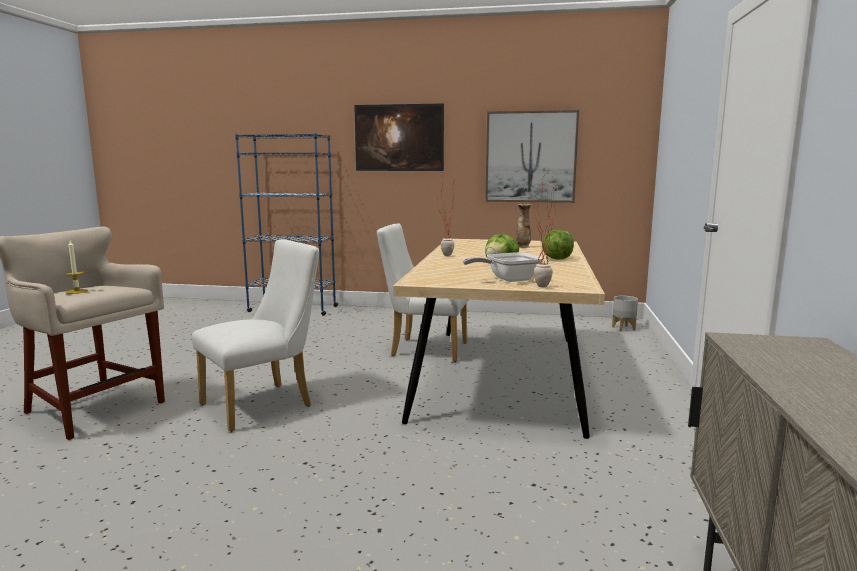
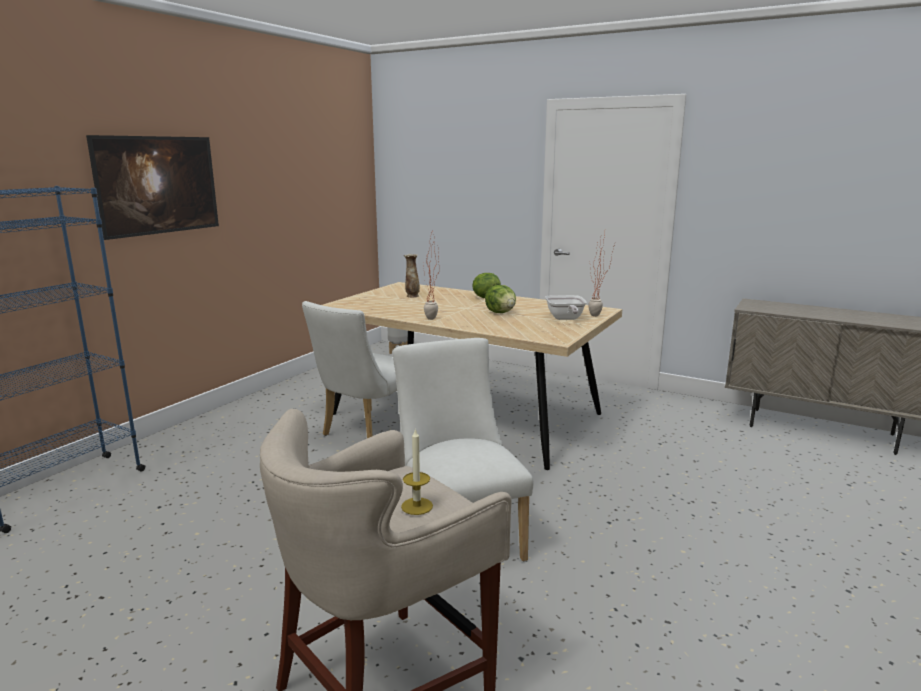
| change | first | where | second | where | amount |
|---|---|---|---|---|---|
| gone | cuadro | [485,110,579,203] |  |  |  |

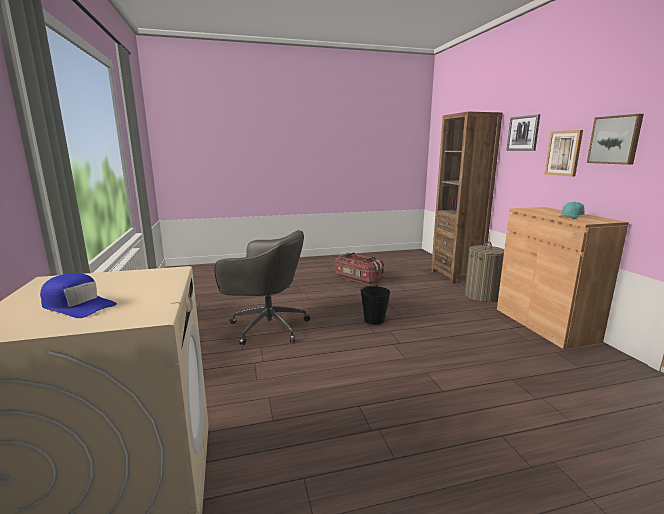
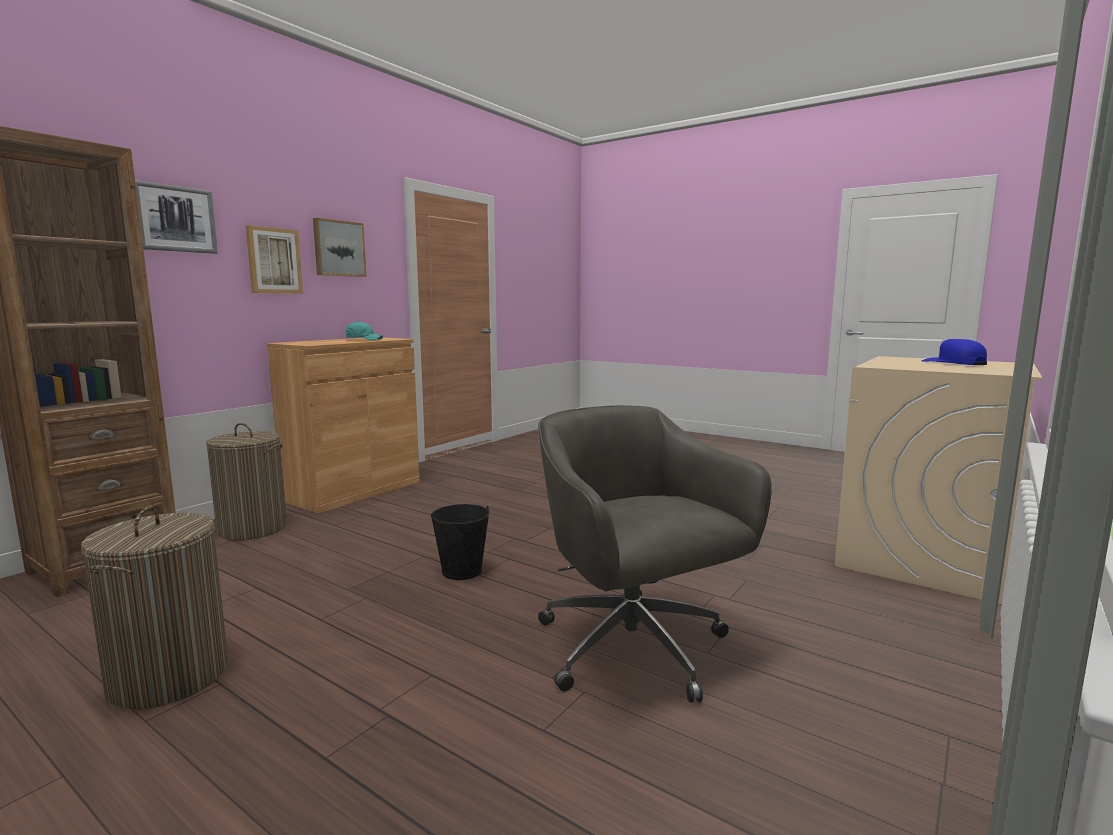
| change | first | where | second | where | amount |
|---|---|---|---|---|---|
| swapped | caja de almacenaje | [336,253,384,284] | cesto de la ropa | [81,506,228,710] |  |

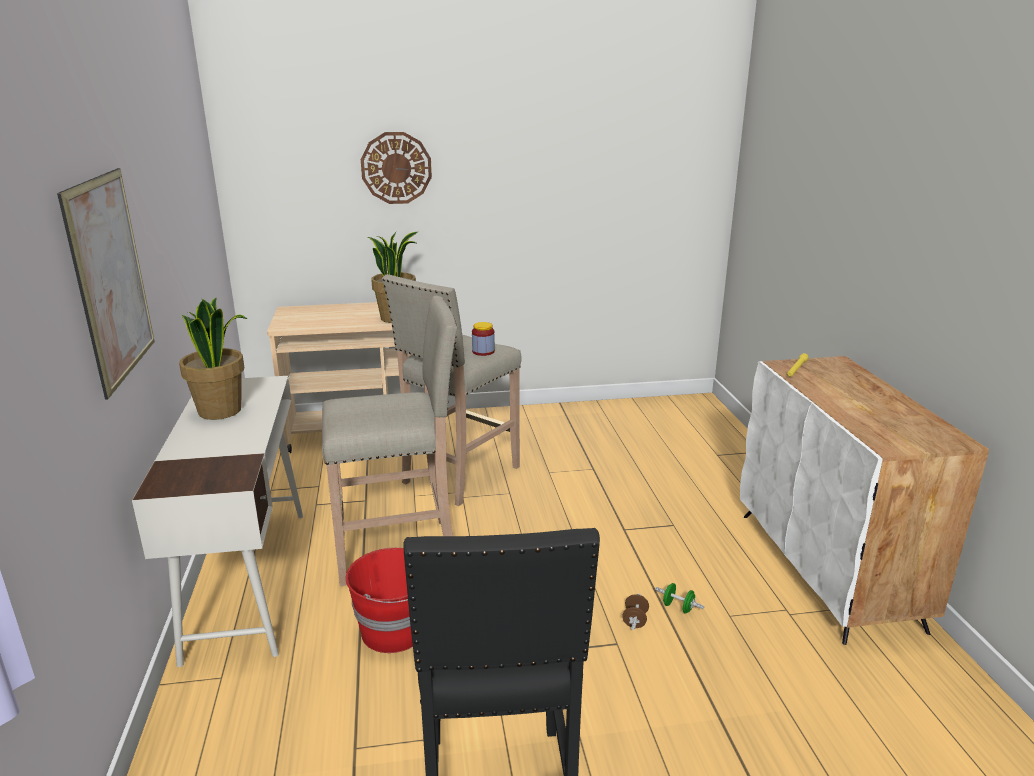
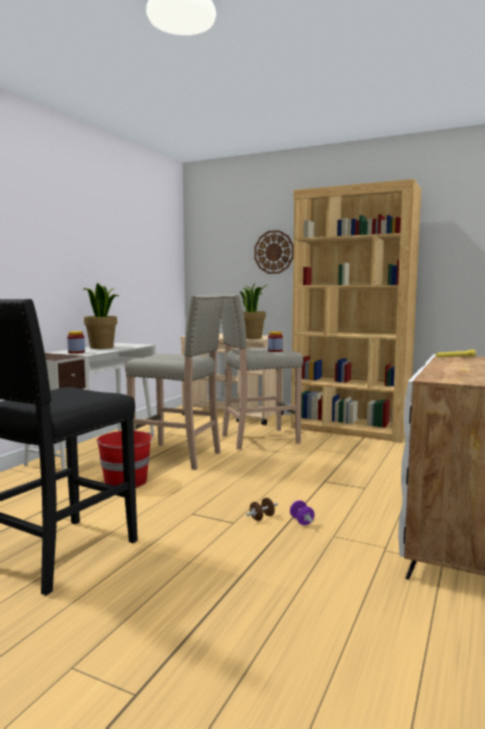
| change | first | where | second | where | amount |
|---|---|---|---|---|---|
| gone | cuadro | [57,168,155,400] |  |  |  |
| repainted | mancuerna [verde] | [655,583,704,614] | mancuerna [morado] | [290,500,315,525] |  |
| new |  |  | estantería [marrón] | [291,179,421,443] |  |
| new |  |  | tarro | [67,331,85,354] |  |

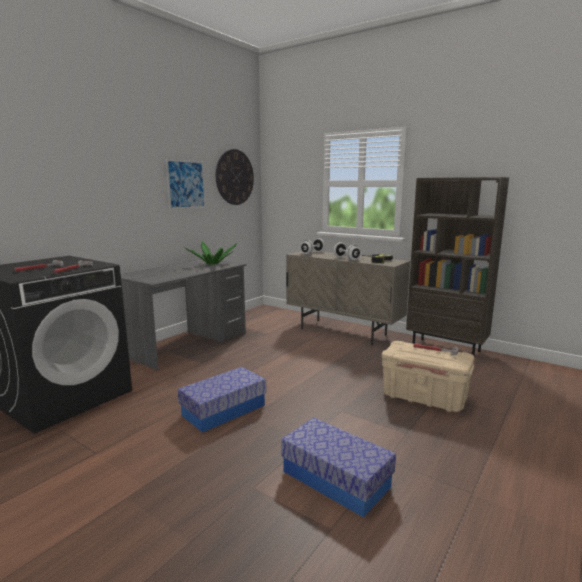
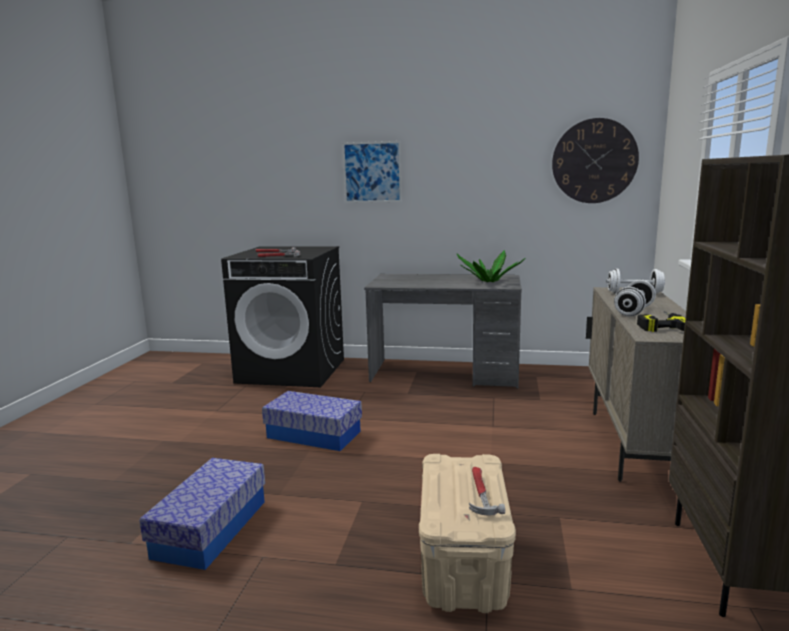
| change | first | where | second | where | amount |
|---|---|---|---|---|---|
| shifted | cuadro | [166,159,206,210] |  | [342,141,402,203] |  |

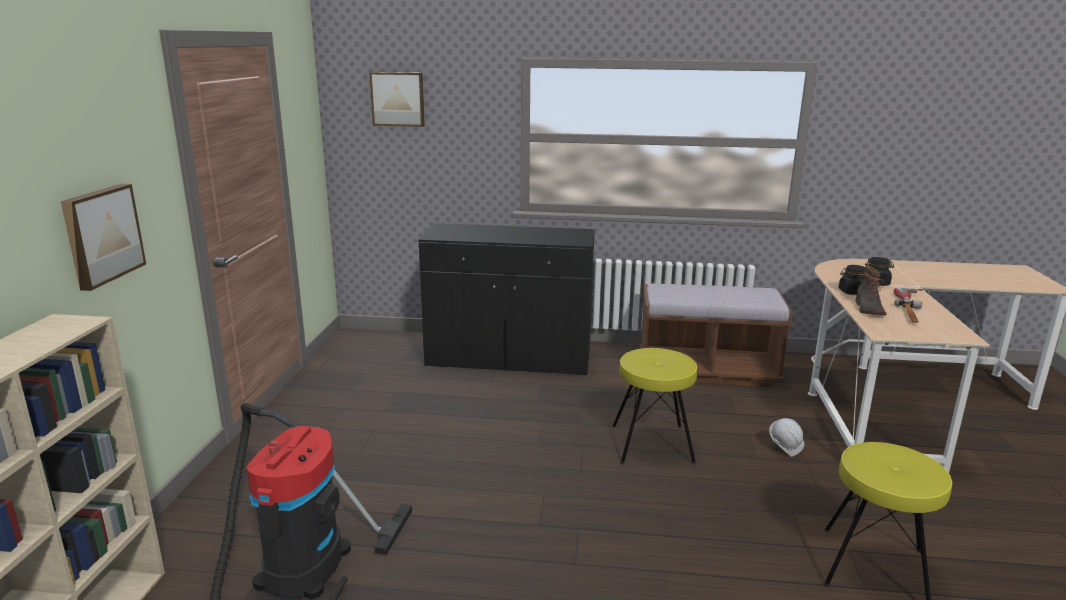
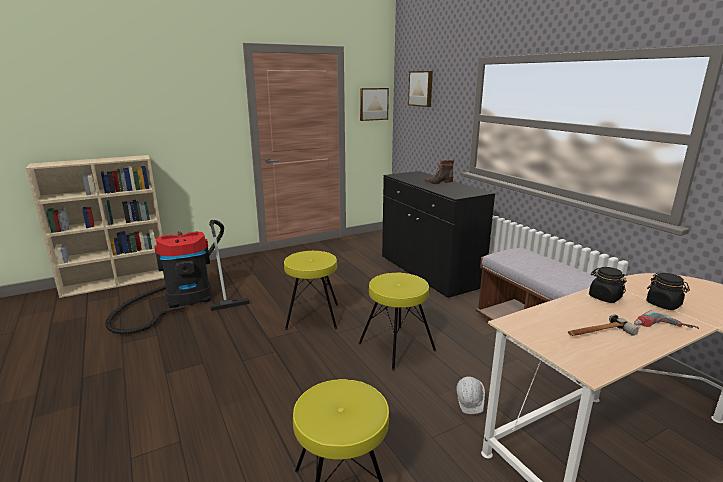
| change | first | where | second | where | amount |
|---|---|---|---|---|---|
| shifted | cuadro | [61,184,146,291] |  | [360,88,389,121] |  |
| shifted | bota | [855,266,887,315] |  | [425,160,454,184] |  |
| new |  |  | taburete [amarillo] | [284,251,338,330] |  |

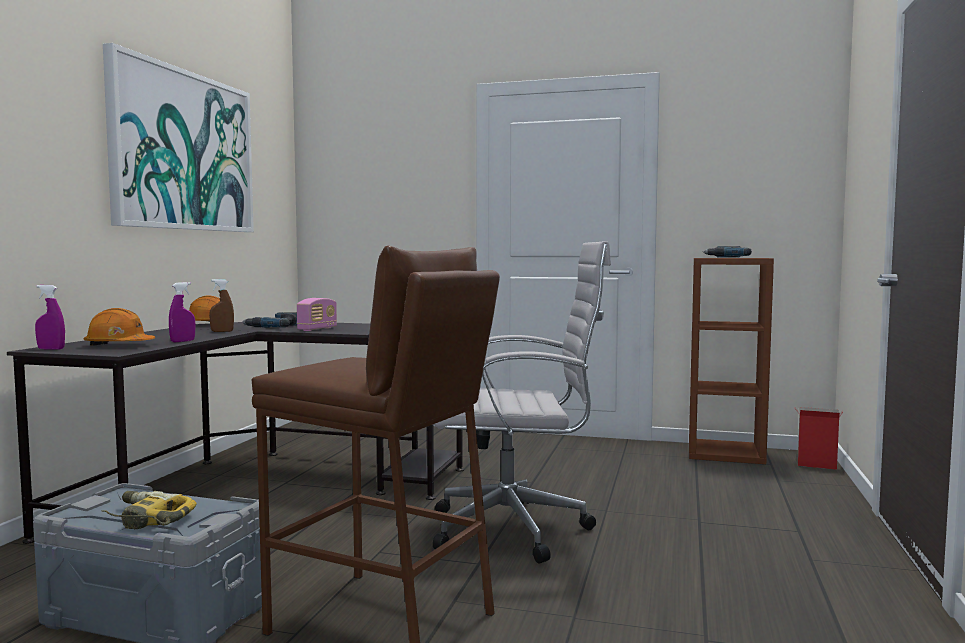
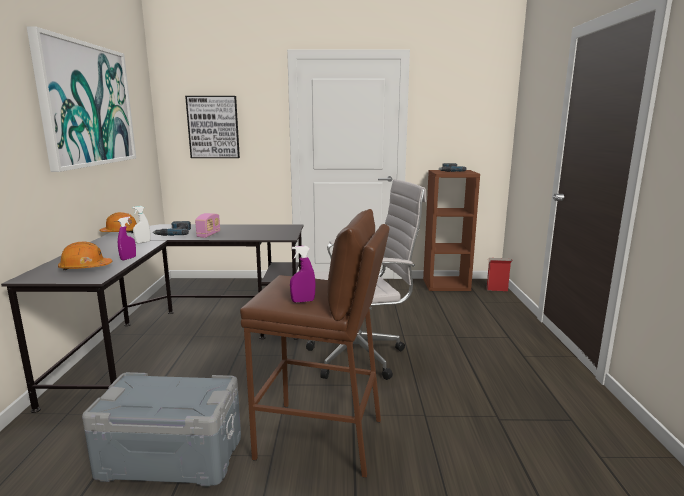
| change | first | where | second | where | amount |
|---|---|---|---|---|---|
| repainted | pulverizador [marrón] | [209,279,234,332] | pulverizador [blanco] | [132,206,151,243] |  |
| shifted | pulverizador [morado] | [35,285,65,350] |  | [290,246,316,303] |  |
| gone | taladro | [101,491,197,529] |  |  |  |
| new |  |  | cuadro | [185,96,240,158] |  |

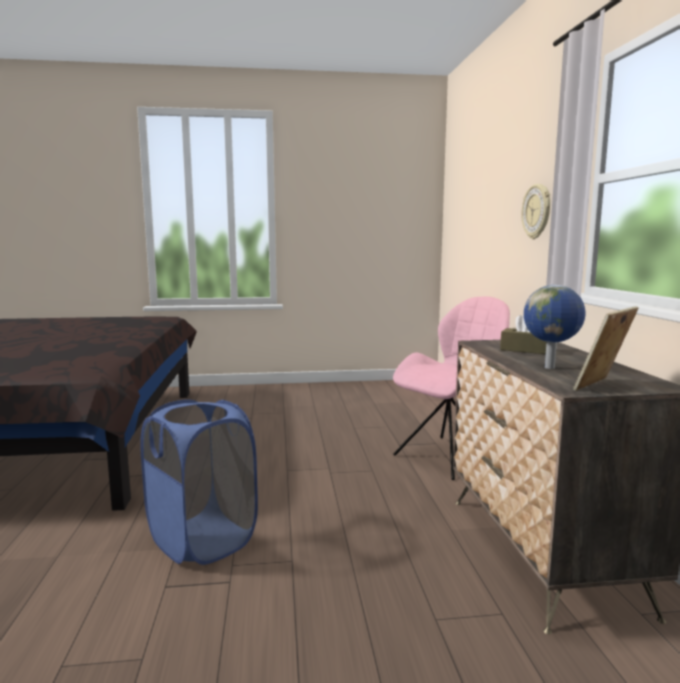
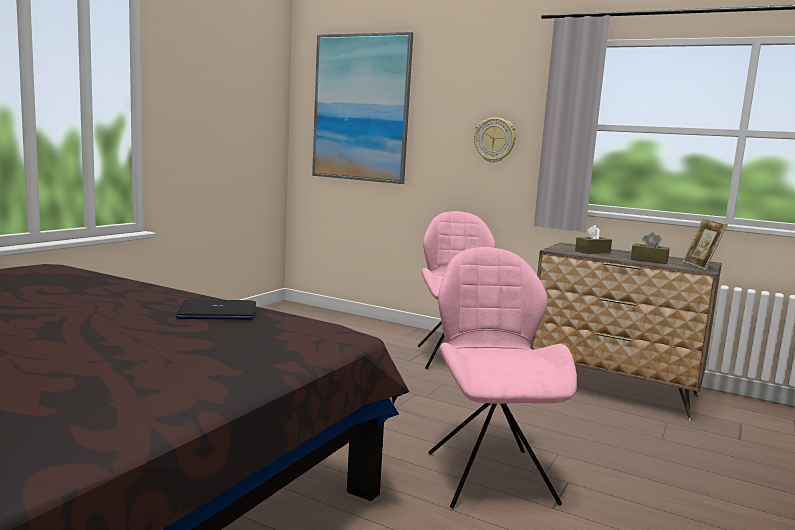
| change | first | where | second | where | amount |
|---|---|---|---|---|---|
| swapped | globo terráqueo | [524,285,585,369] | caja de pañuelos [marrón] | [631,232,669,264] |  |
| swapped | cesto de la ropa [azul] | [140,399,258,565] | silla [rosa] | [428,247,577,508] |  |
| new |  |  | cuadro | [312,32,413,184] |  |
| new |  |  | portátil | [176,299,256,320] |  |

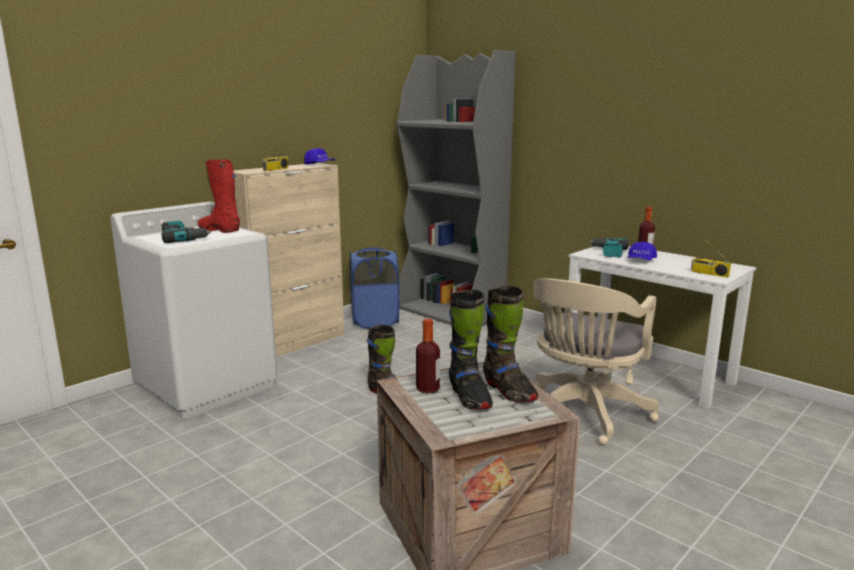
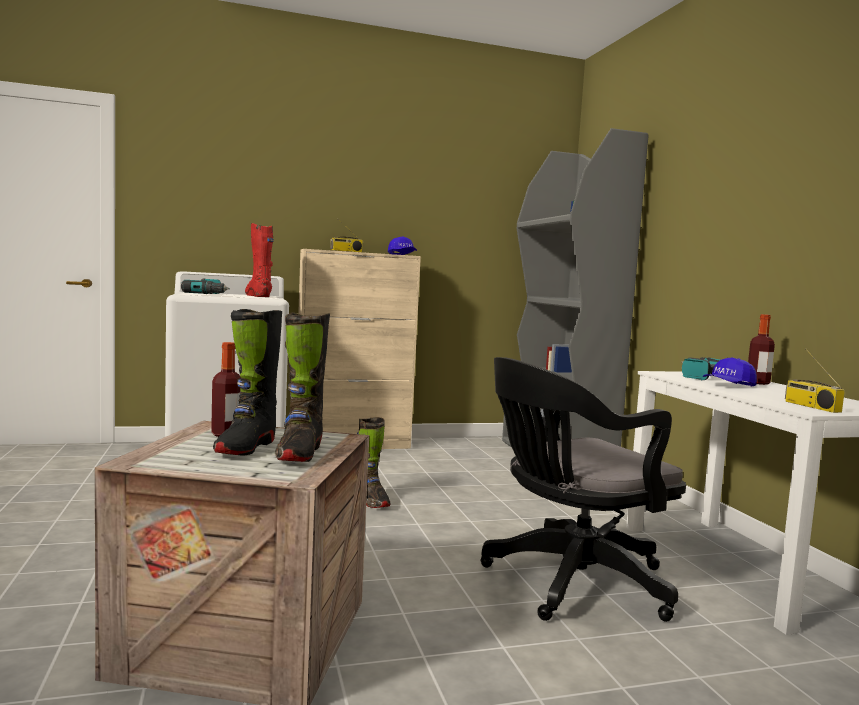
| change | first | where | second | where | amount |
|---|---|---|---|---|---|
| gone | cesto de la ropa [azul] | [350,247,399,329] |  |  |  |
| repainted | silla de oficina [beis] | [534,278,659,445] | silla de oficina [negro] | [480,357,686,622] |  |

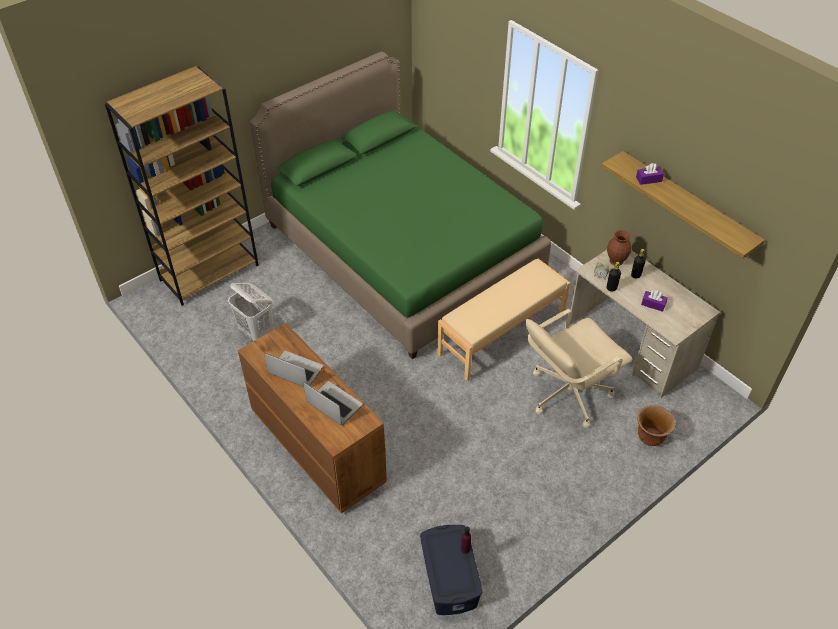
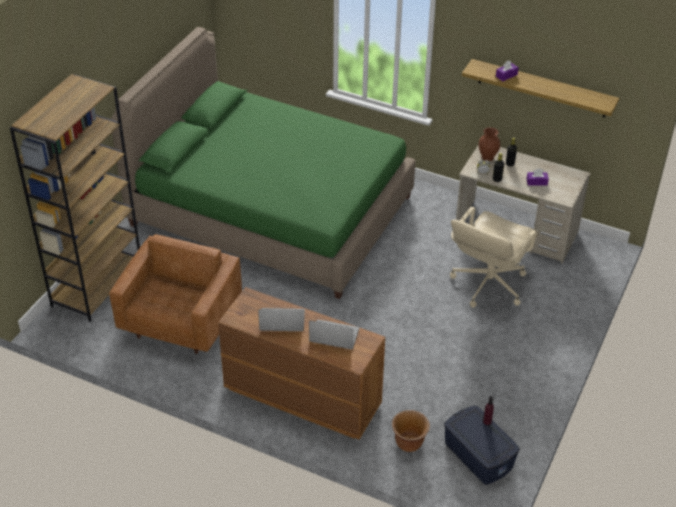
| change | first | where | second | where | amount |
|---|---|---|---|---|---|
| gone | banco [beis] | [437,259,570,382] |  |  |  |
| swapped | cesto de la ropa [blanco] | [228,283,274,341] | sillón [marrón] | [109,234,242,354] |  |
| shifted | maceta [marrón] | [638,405,676,446] |  | [392,410,430,452] |  |

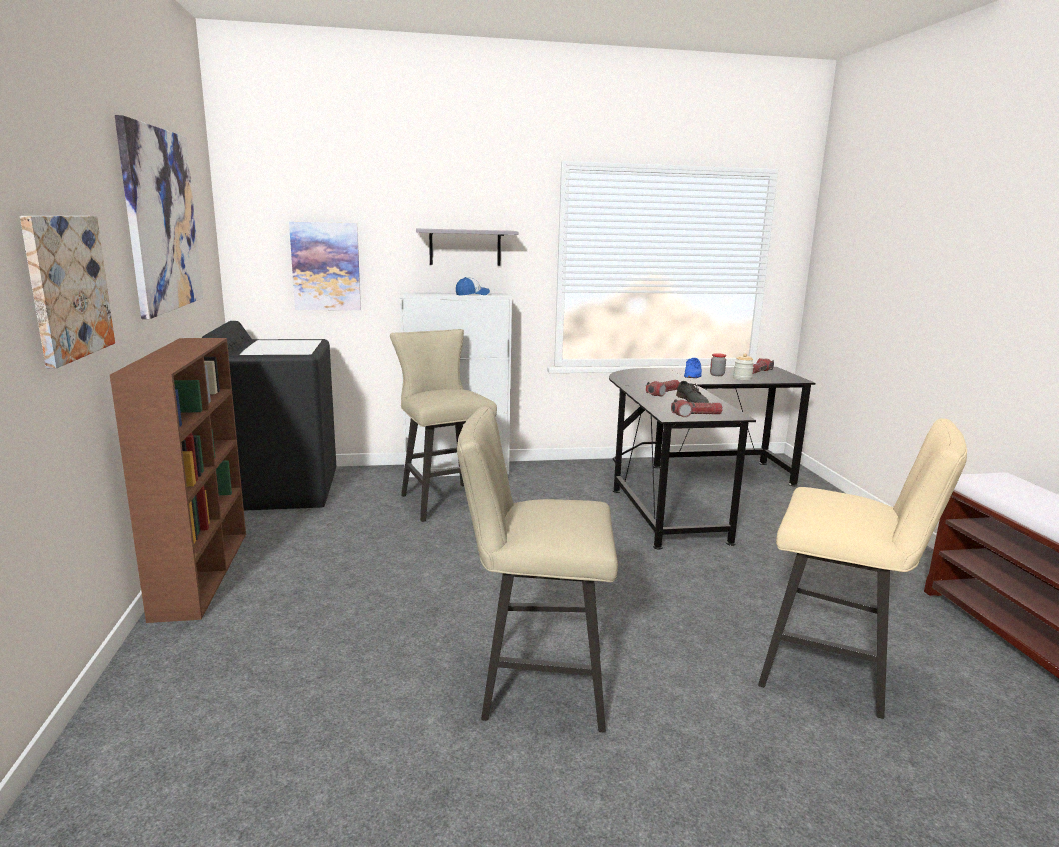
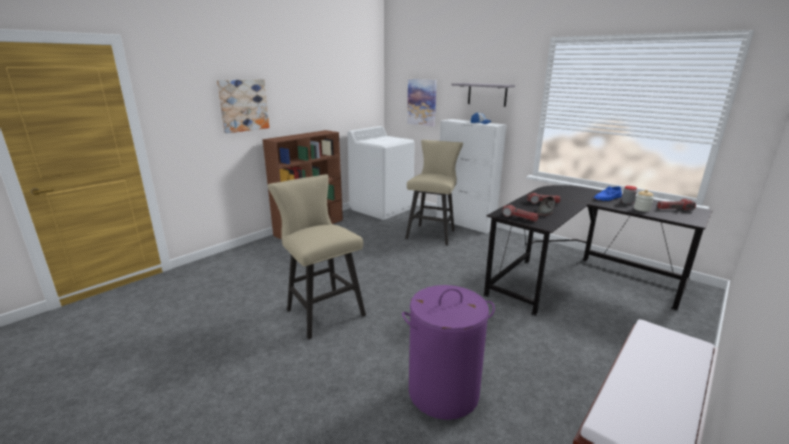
| change | first | where | second | where | amount |
|---|---|---|---|---|---|
| gone | cuadro | [115,115,203,319] |  |  |  |
| repainted | lavadora [negro] | [202,321,336,511] | lavadora [blanco] | [347,126,415,220] |  |
| swapped | taburete [beis] | [758,418,967,719] | cesto de la ropa [morado] | [402,285,495,420] |  |

